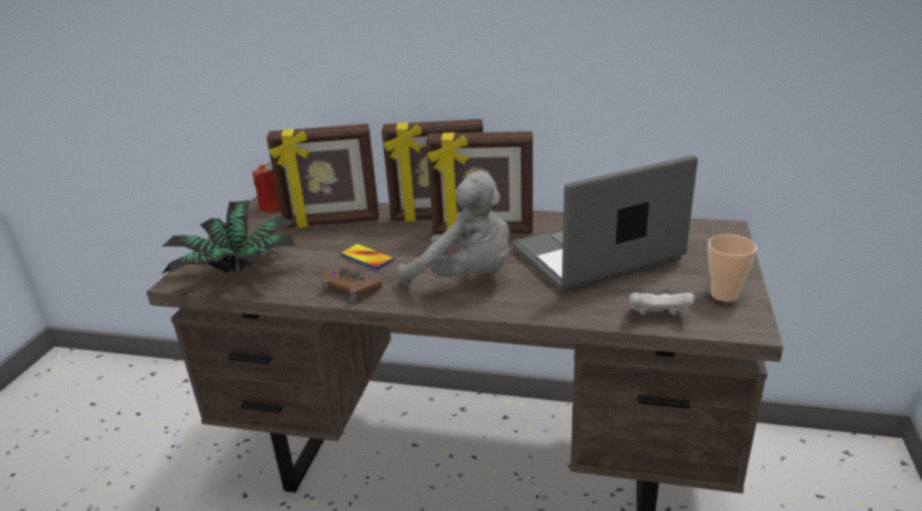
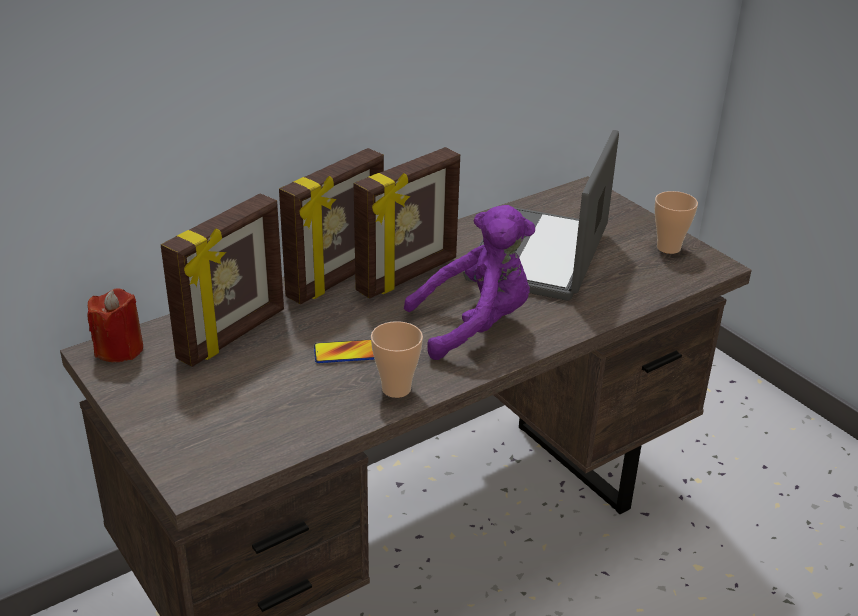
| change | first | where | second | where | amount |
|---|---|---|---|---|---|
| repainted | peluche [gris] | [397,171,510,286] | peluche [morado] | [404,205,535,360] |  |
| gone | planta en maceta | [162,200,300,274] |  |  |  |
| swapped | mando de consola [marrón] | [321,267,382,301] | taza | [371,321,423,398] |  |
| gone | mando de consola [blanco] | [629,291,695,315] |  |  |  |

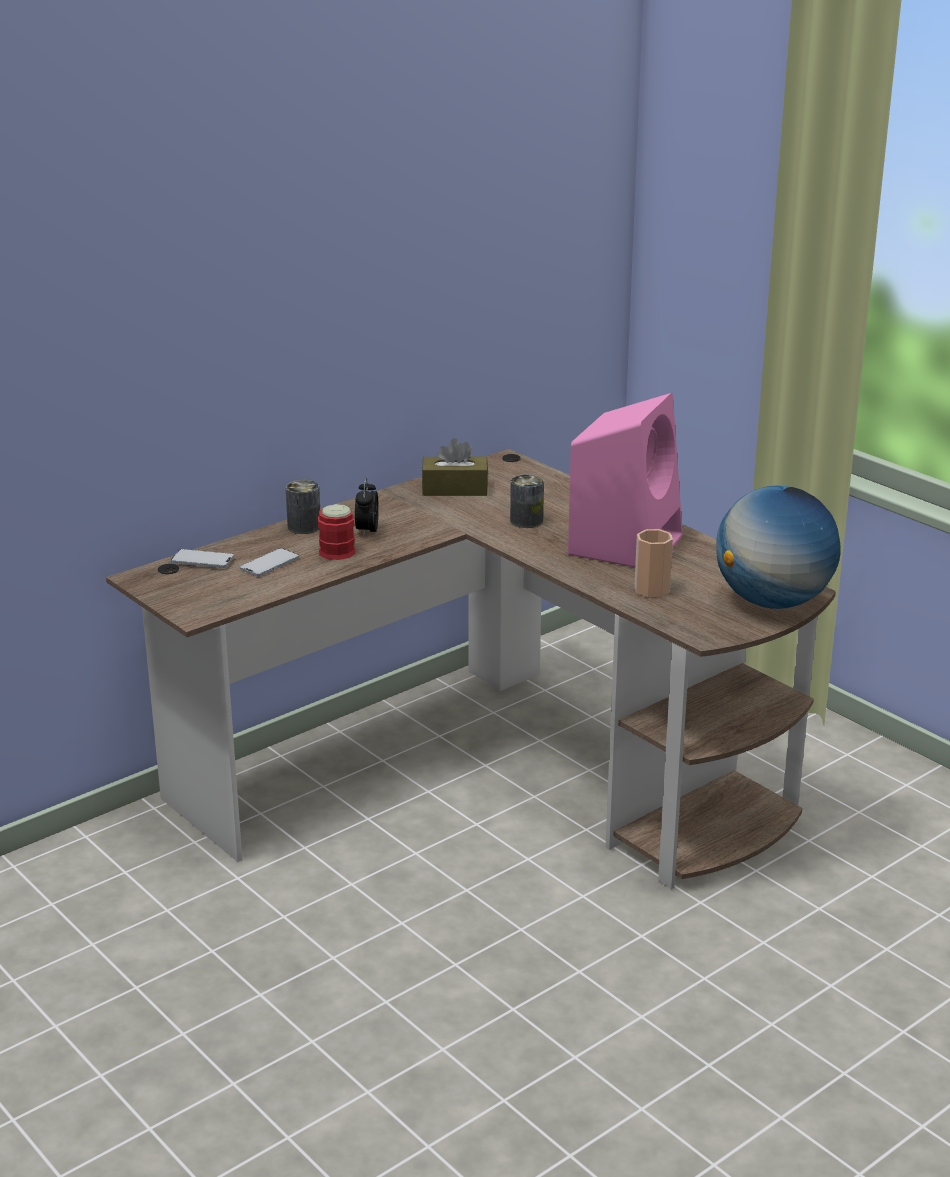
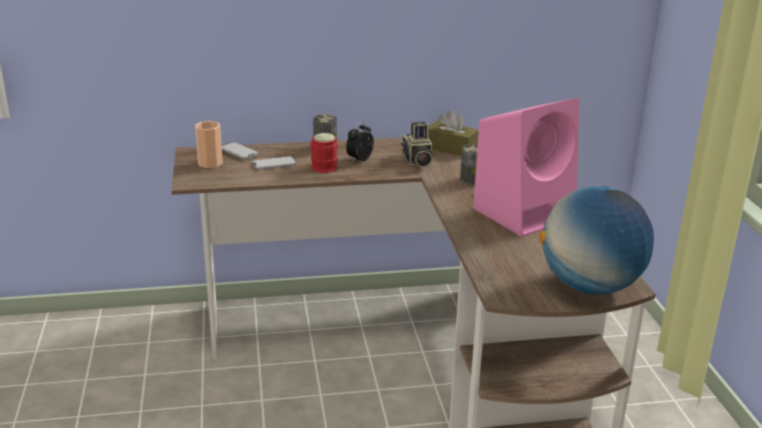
| change | first | where | second | where | amount |
|---|---|---|---|---|---|
| shifted | taza | [634,529,673,598] |  | [195,121,223,168] |  |
| new |  |  | cámara | [401,122,433,168] |  |

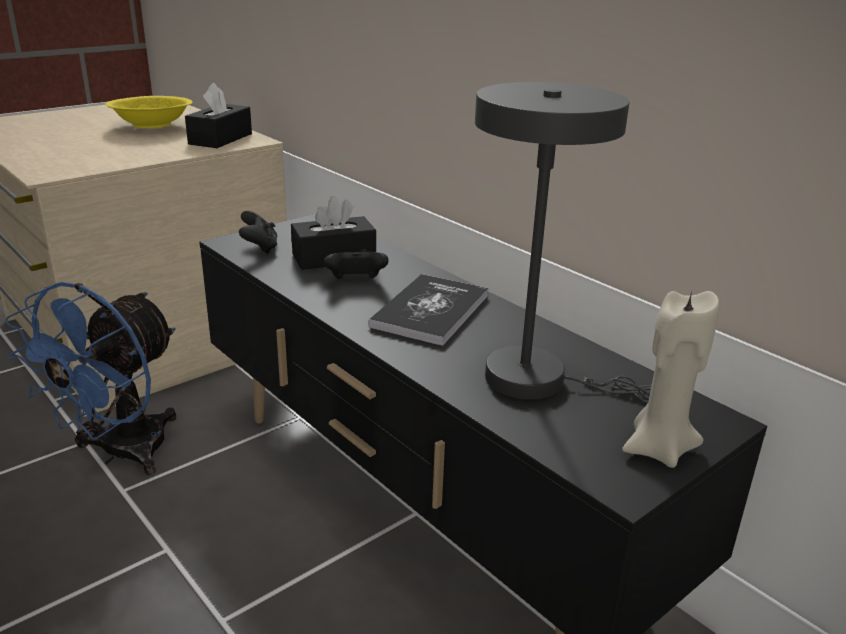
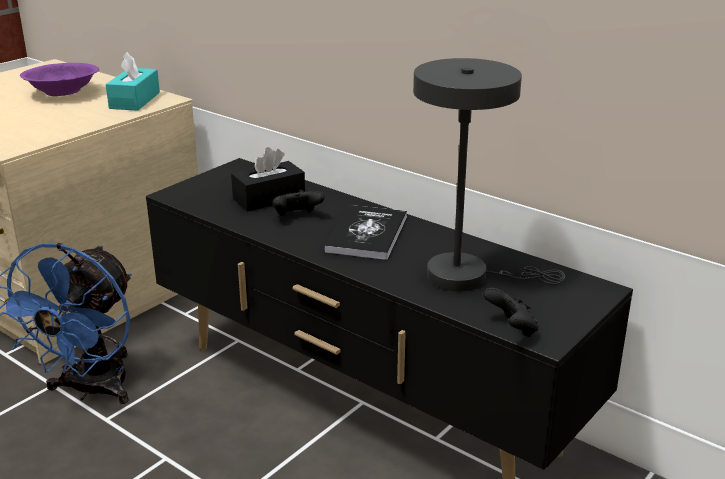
| change | first | where | second | where | amount |
|---|---|---|---|---|---|
| repainted | caja de pañuelos [negro] | [185,83,252,148] | caja de pañuelos [turquesa] | [106,52,160,111] |  |
| repainted | cuenco [amarillo] | [106,96,193,128] | cuenco [morado] | [20,63,99,96] |  |
| shifted | mando de consola [negro] | [239,211,277,254] |  | [483,288,539,337] |  |
| gone | vela [beis] | [622,291,720,468] |  |  |  |

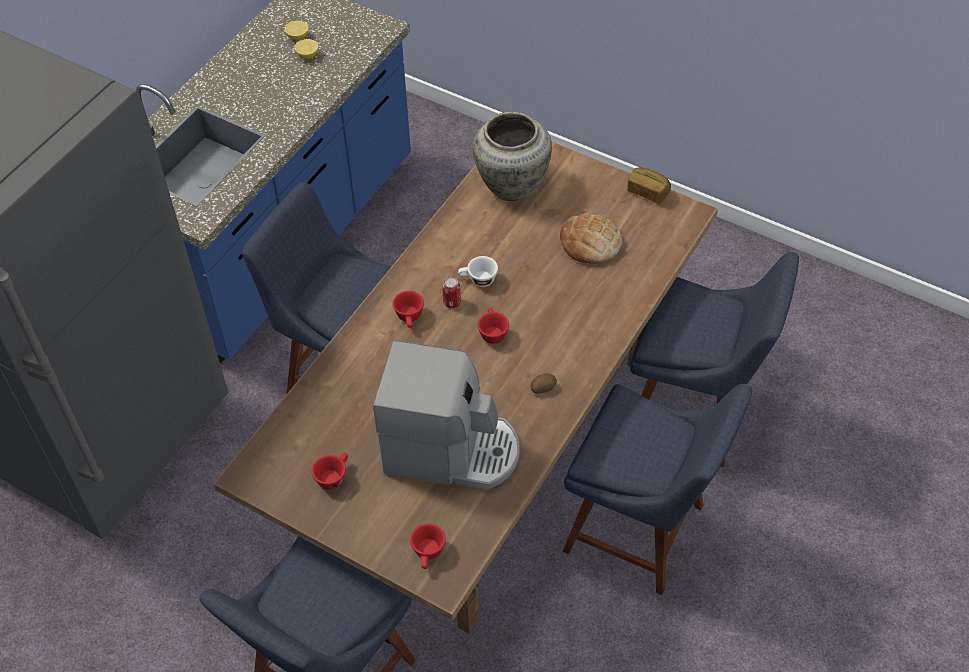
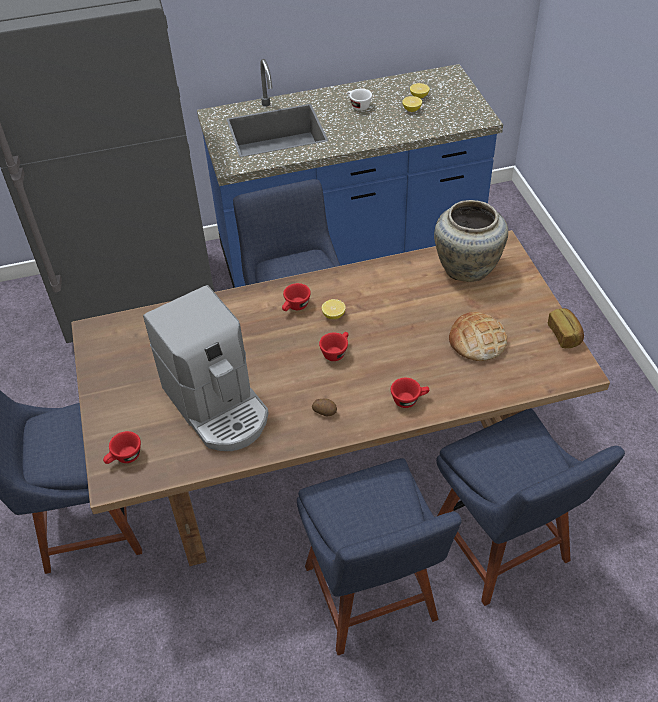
| change | first | where | second | where | amount |
|---|---|---|---|---|---|
| shifted | taza [blanco] | [458,256,498,287] |  | [347,89,372,111] |  |
| swapped | lata | [442,277,461,308] | limón | [322,299,346,319] |  |
| shifted | taza [rojo] | [311,452,348,490] |  | [391,378,429,408] |  |

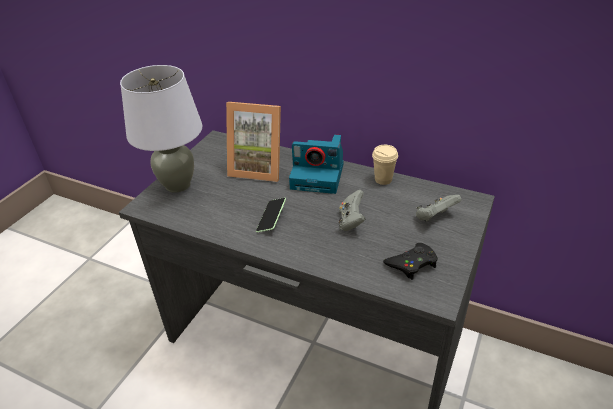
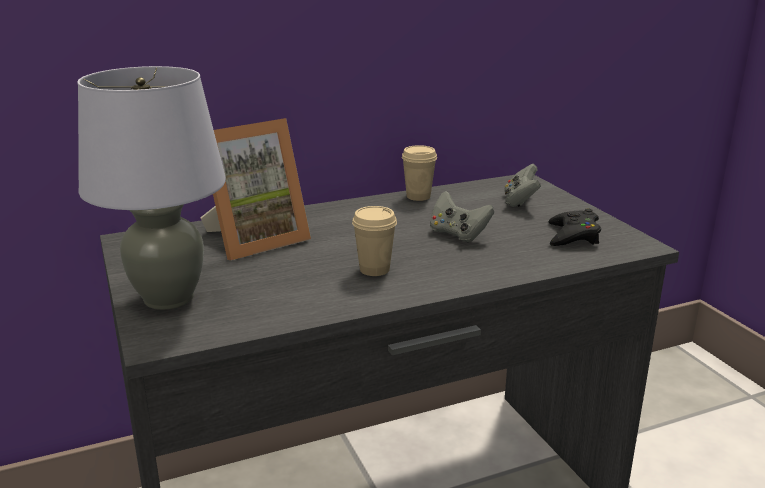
| change | first | where | second | where | amount |
|---|---|---|---|---|---|
| gone | cámara | [289,135,343,194] |  |  |  |
| swapped | móvil | [256,198,286,232] | taza [beis] | [352,206,397,276] |  |

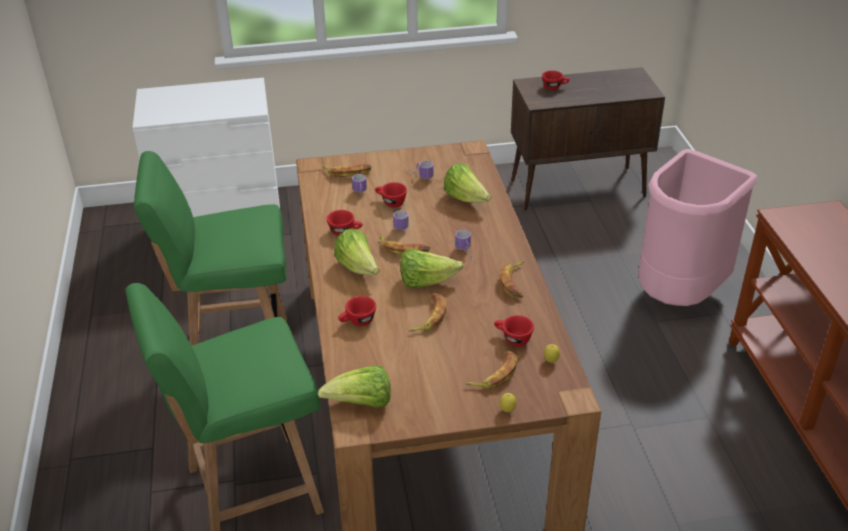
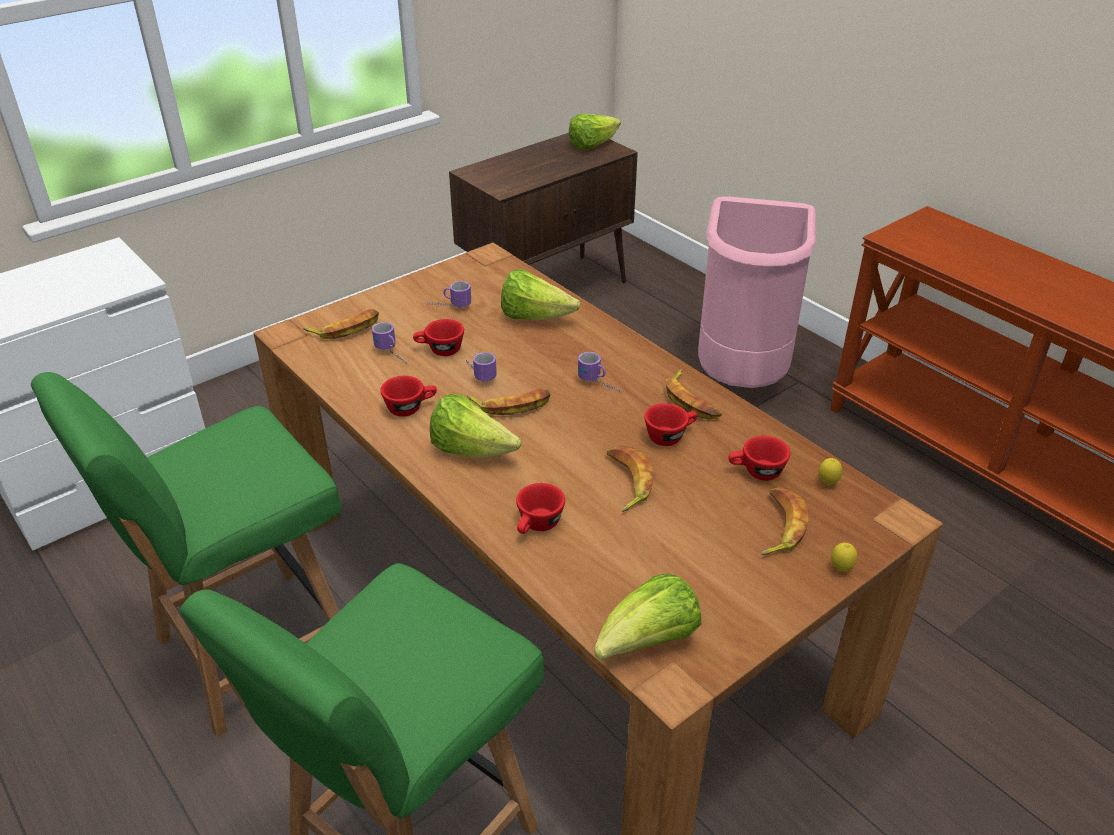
| change | first | where | second | where | amount |
|---|---|---|---|---|---|
| shifted | taza [rojo] | [542,70,570,90] |  | [644,403,697,446] |  |
| shifted | lechuga | [401,249,463,288] |  | [569,114,621,149] |  |

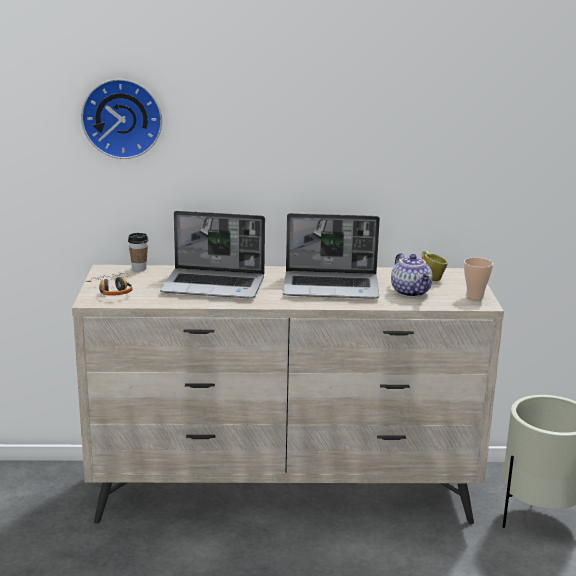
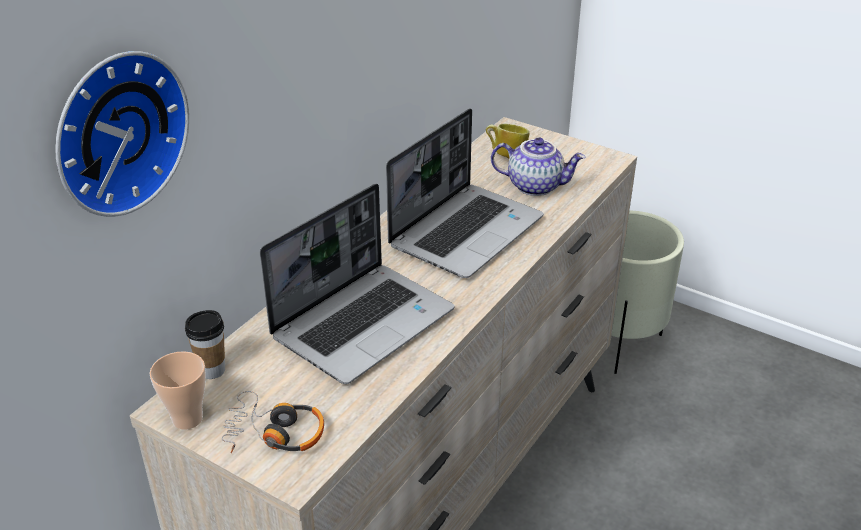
| change | first | where | second | where | amount |
|---|---|---|---|---|---|
| shifted | taza | [464,258,493,300] |  | [149,351,206,430] |  |

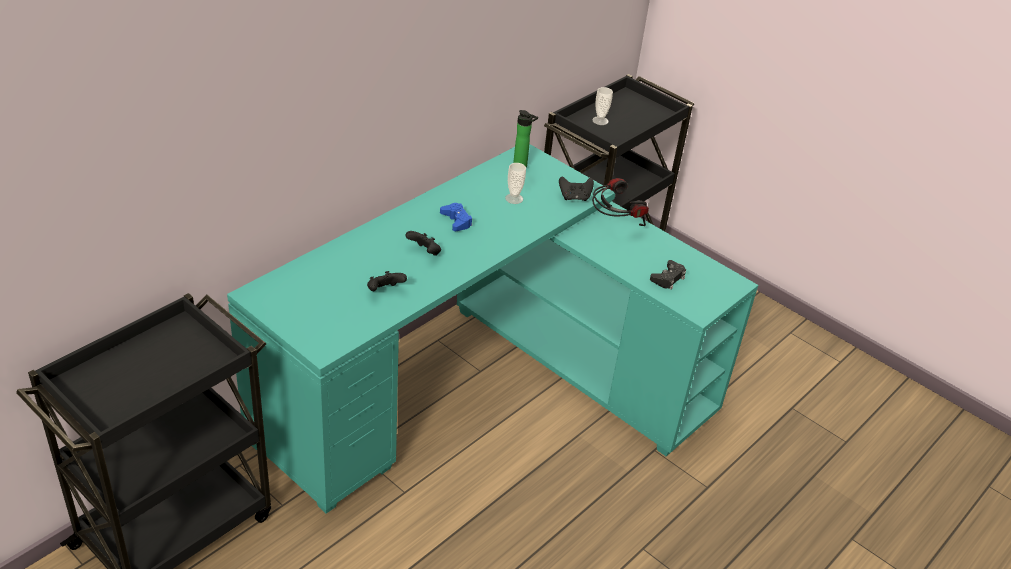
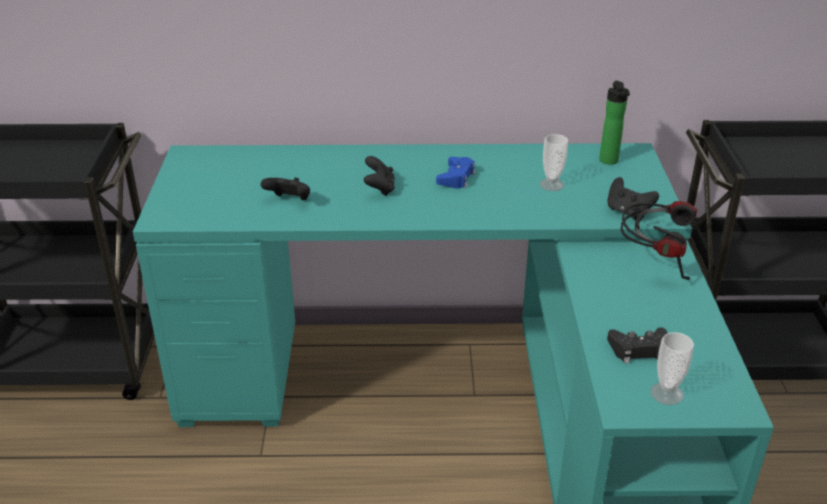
| change | first | where | second | where | amount |
|---|---|---|---|---|---|
| shifted | taza | [592,87,613,125] |  | [650,332,694,405] |  |

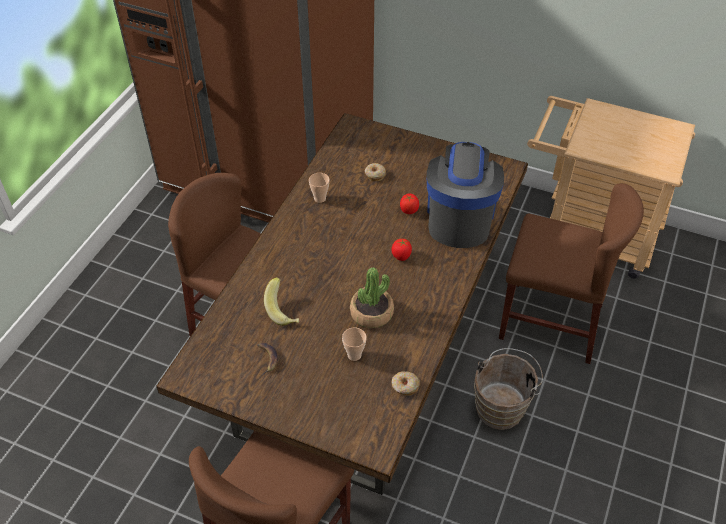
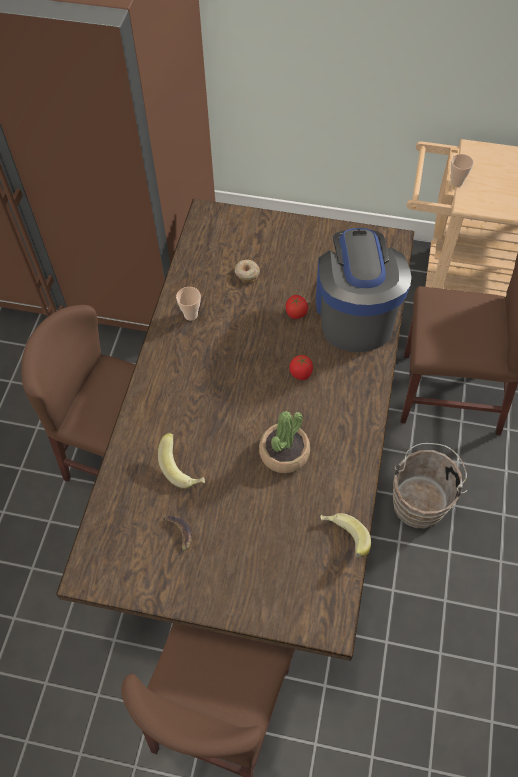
| change | first | where | second | where | amount |
|---|---|---|---|---|---|
| shifted | taza | [342,328,367,361] |  | [451,154,474,187] |  |
| swapped | rosquilla | [392,371,420,396] | plátano | [320,513,371,557] |  |

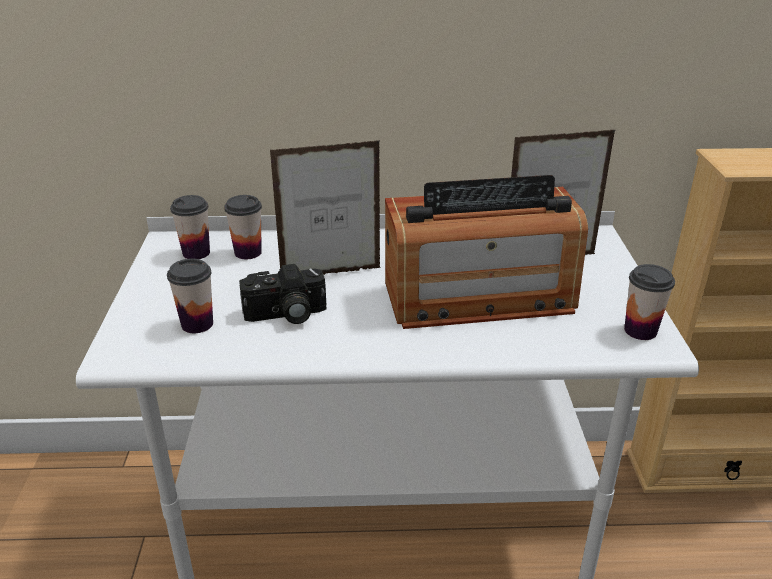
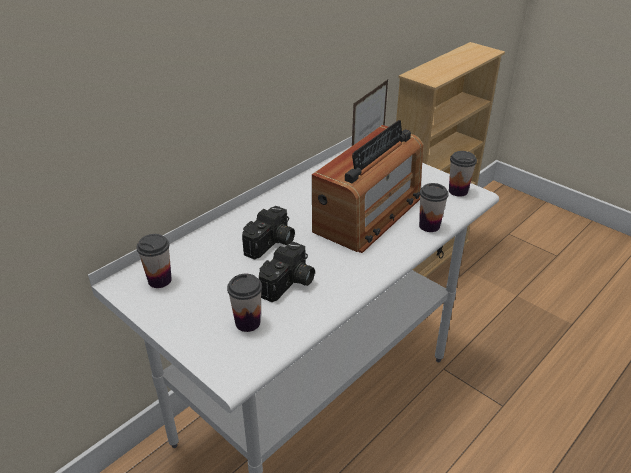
| change | first | where | second | where | amount |
|---|---|---|---|---|---|
| swapped | portarretratos | [270,140,381,275] | cámara | [242,206,295,260] |  |
| shifted | taza | [224,195,262,259] |  | [419,183,449,232] |  |

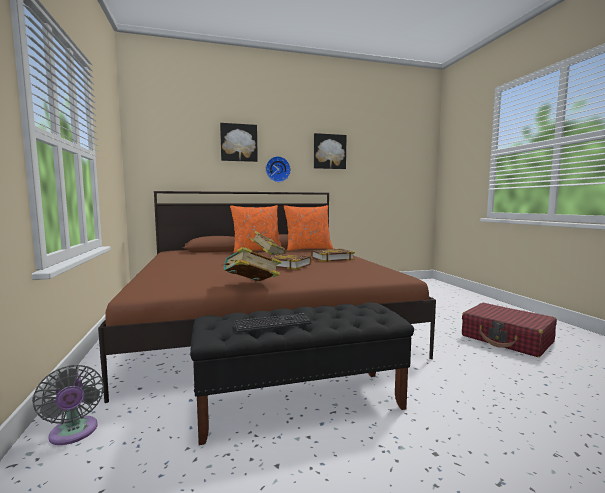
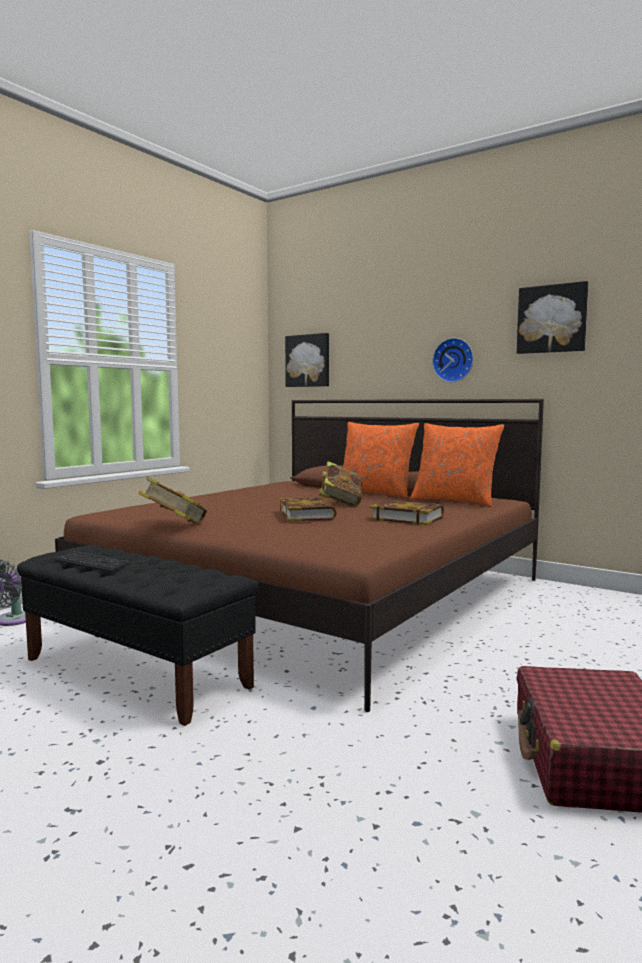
| change | first | where | second | where | amount |
|---|---|---|---|---|---|
| shifted | cuadro | [220,123,258,162] |  | [285,333,329,387] |  |

